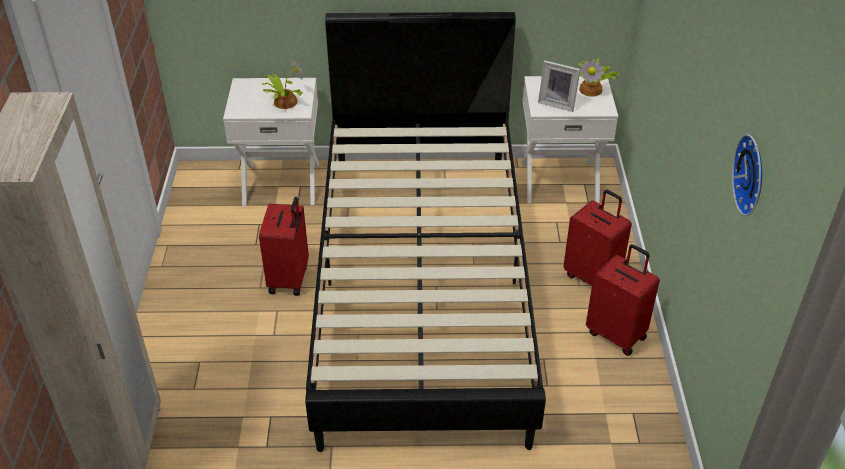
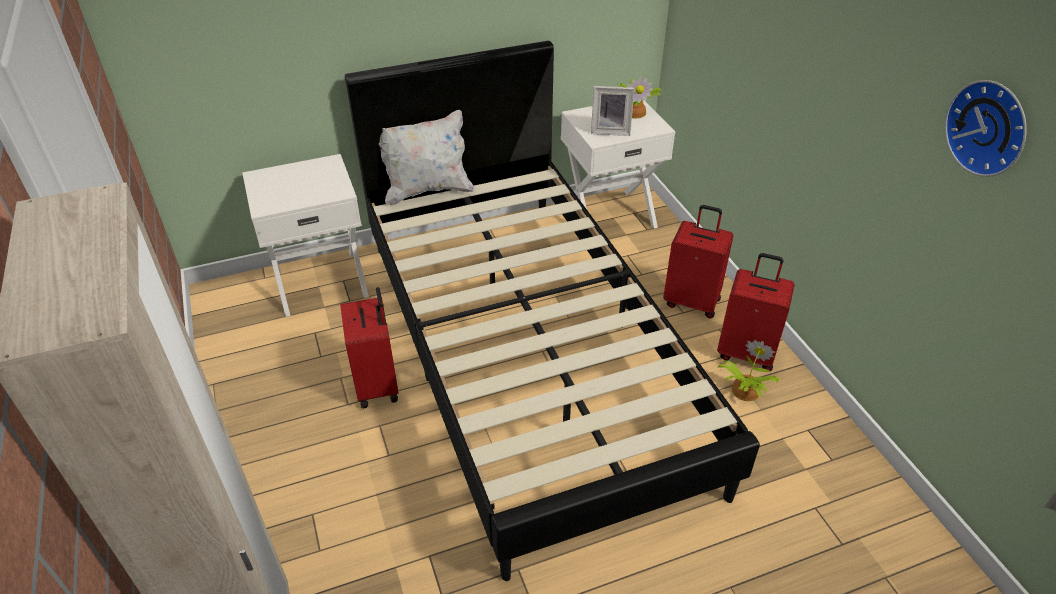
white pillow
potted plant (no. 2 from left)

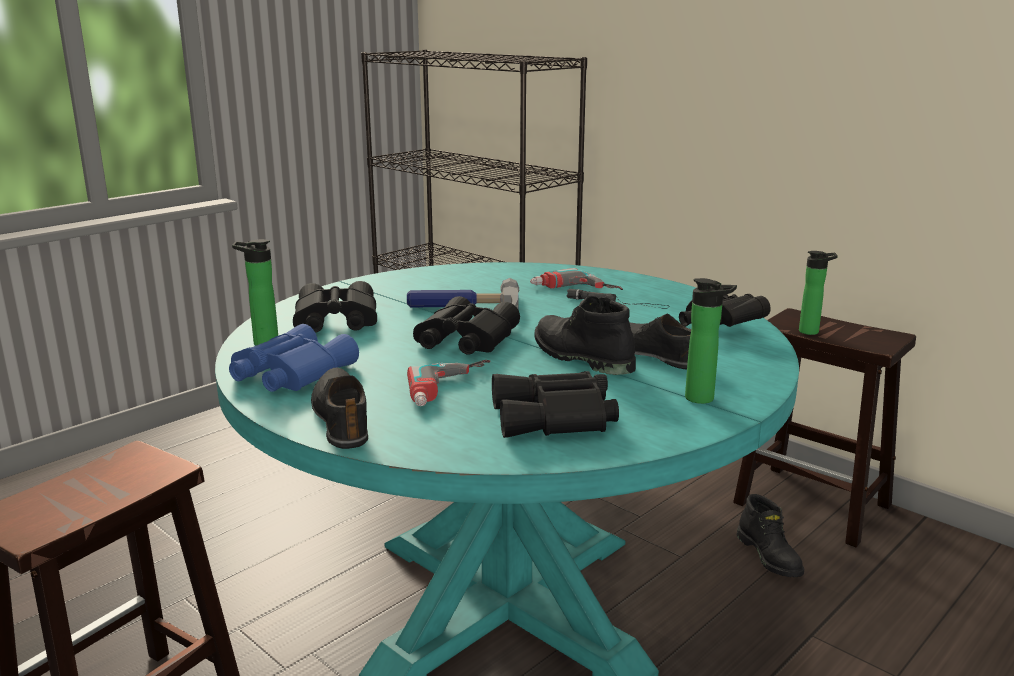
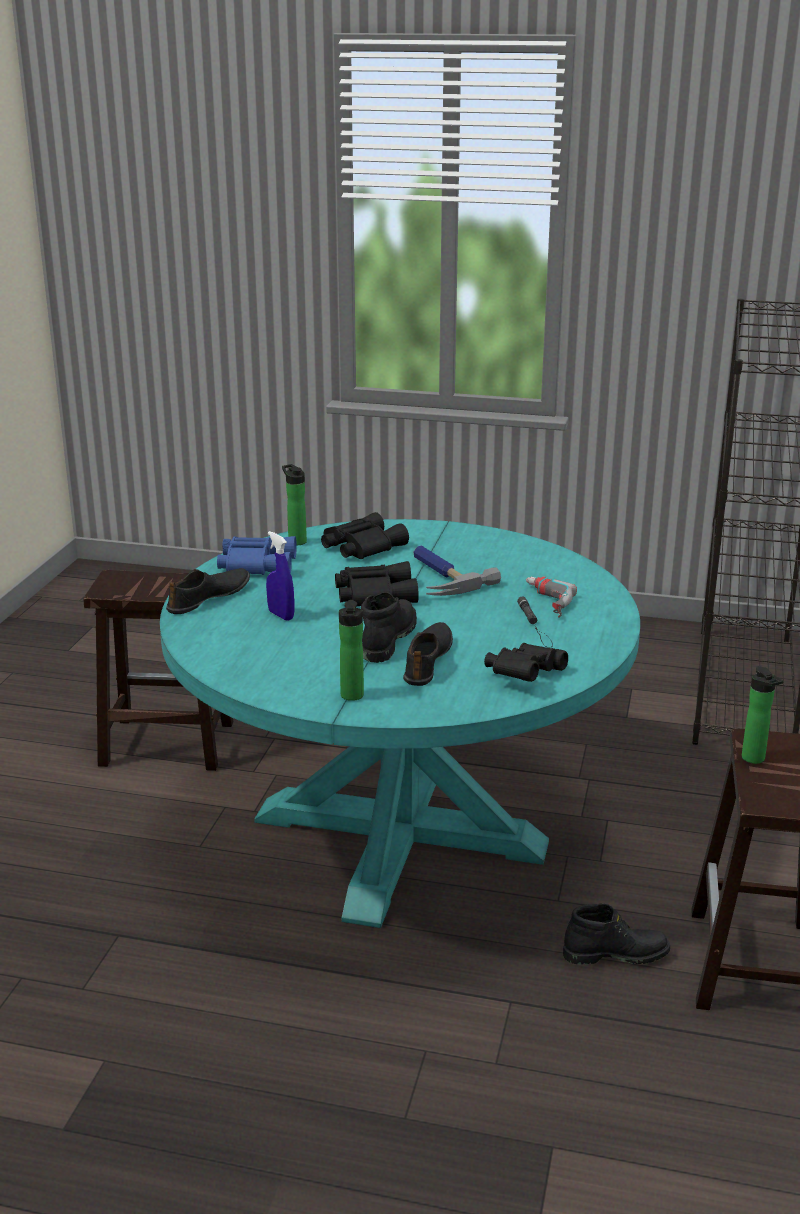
black binoculars (no. 3 from left in the first image)
blue spray bottle
black boot (no. 2 from left)

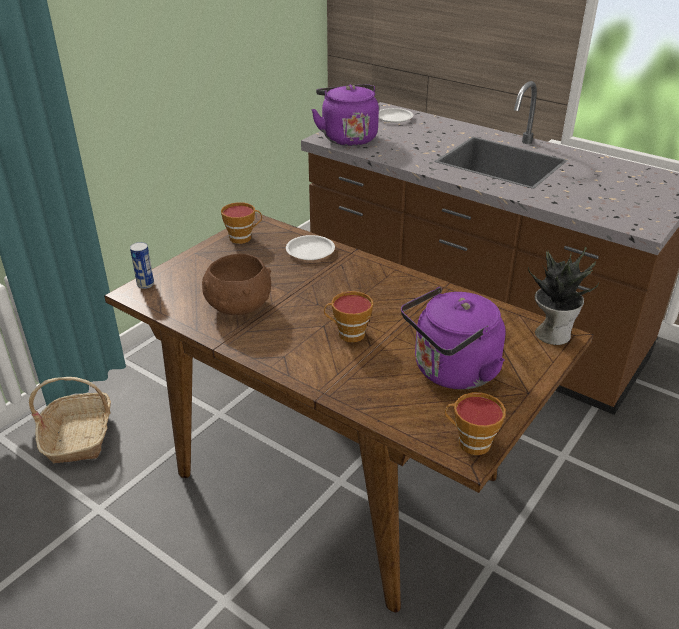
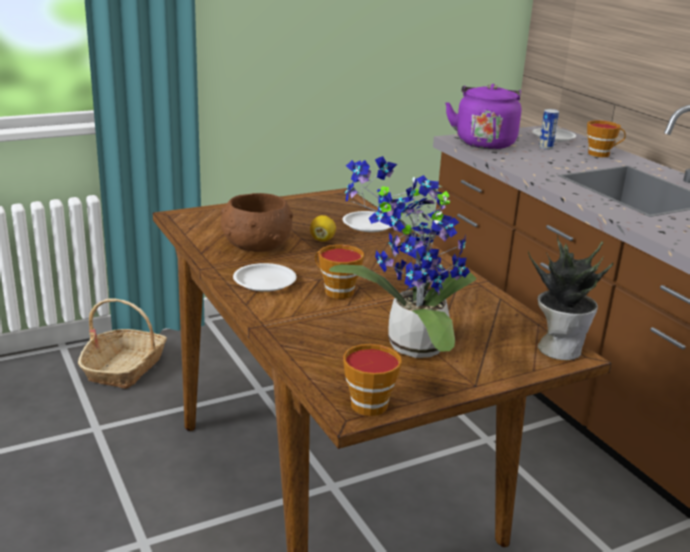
white plate (no. 1 from left)
lemon
can
cup (no. 3 from left)
potted plant (no. 1 from left)

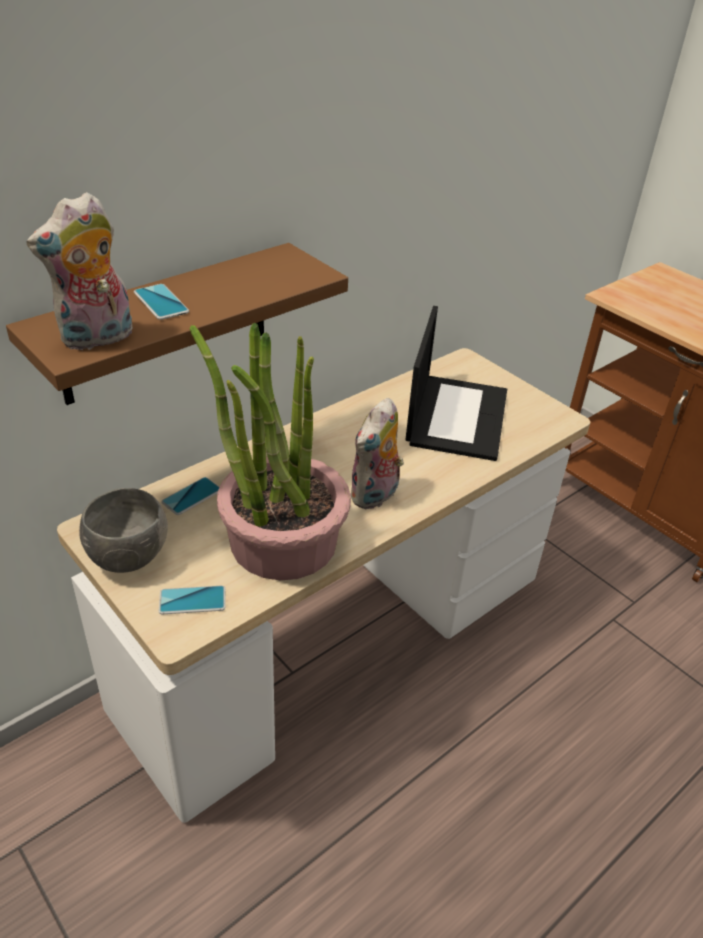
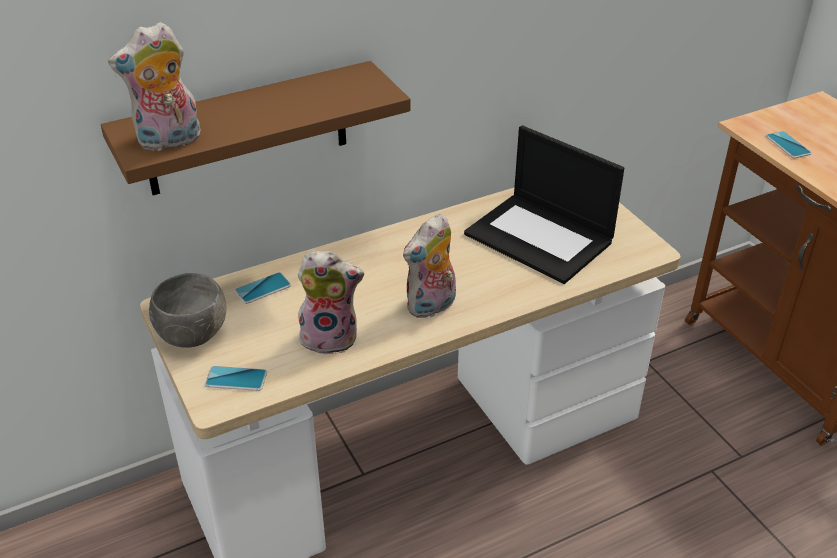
phone (no. 3 from left)
plush toy (no. 2 from left)
laptop

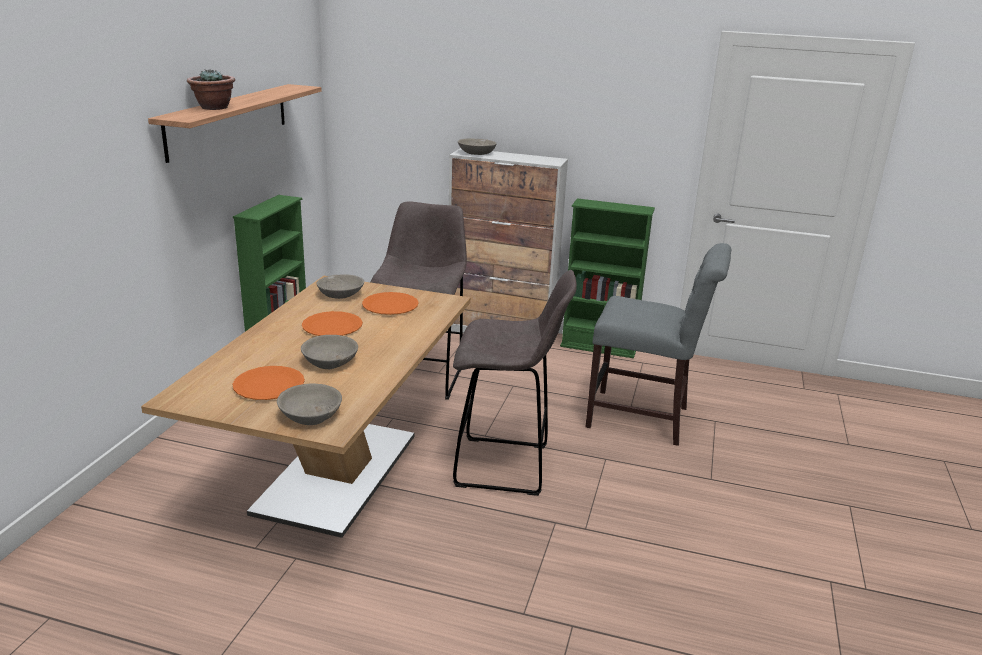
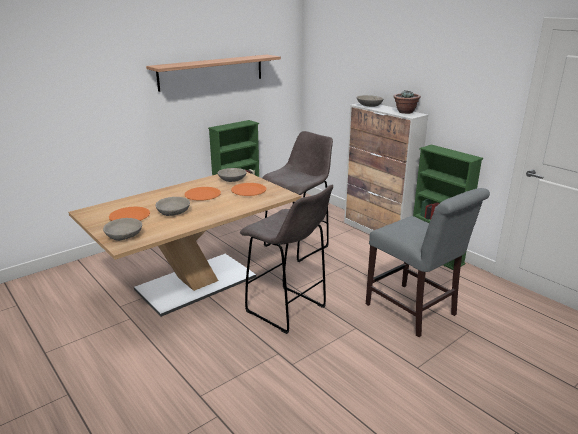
potted plant

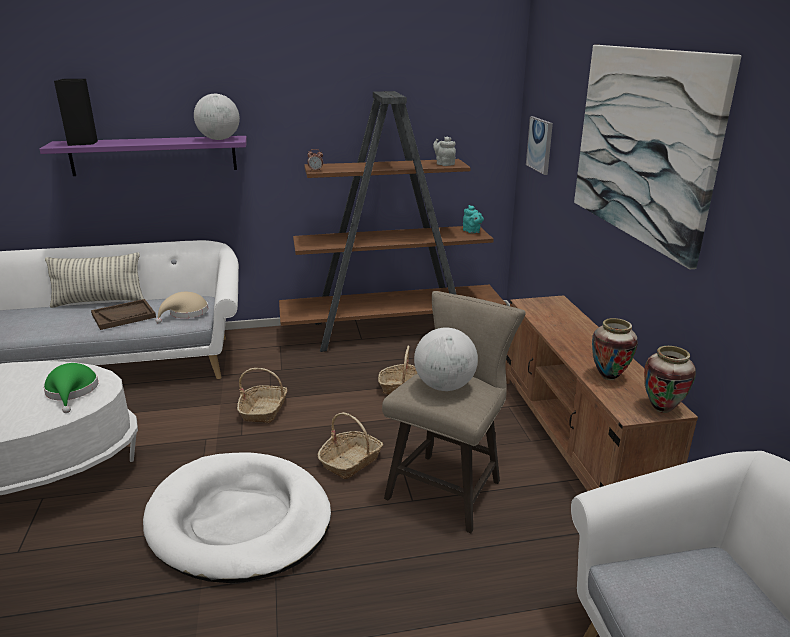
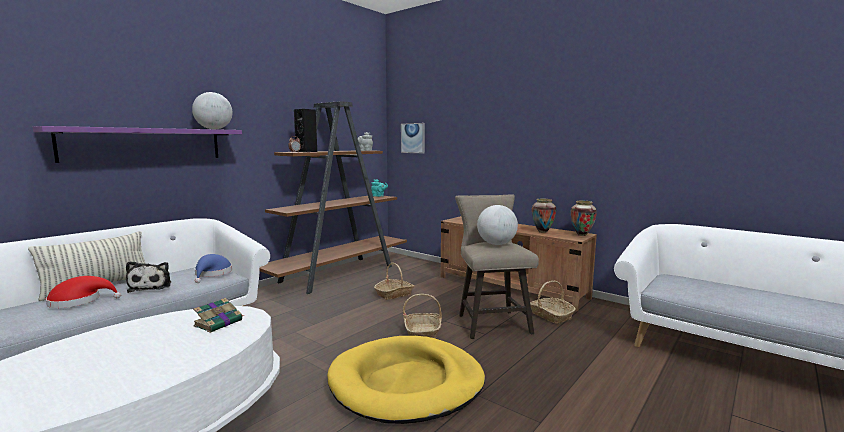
picture (no. 2 from left in the first image)
red hat
black speaker
basket (no. 3 from left)
book
plush toy
yellow dog bed
blue hat

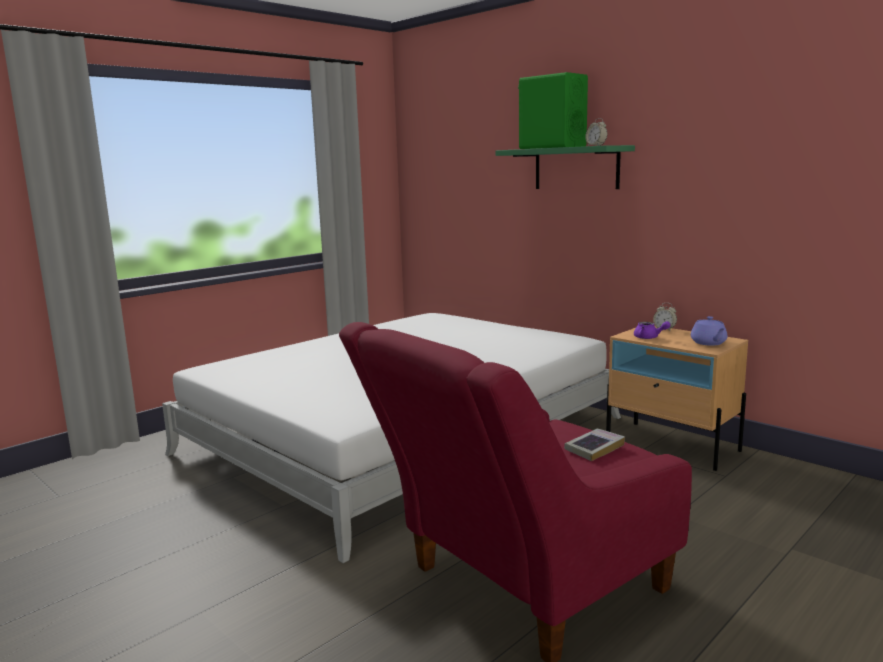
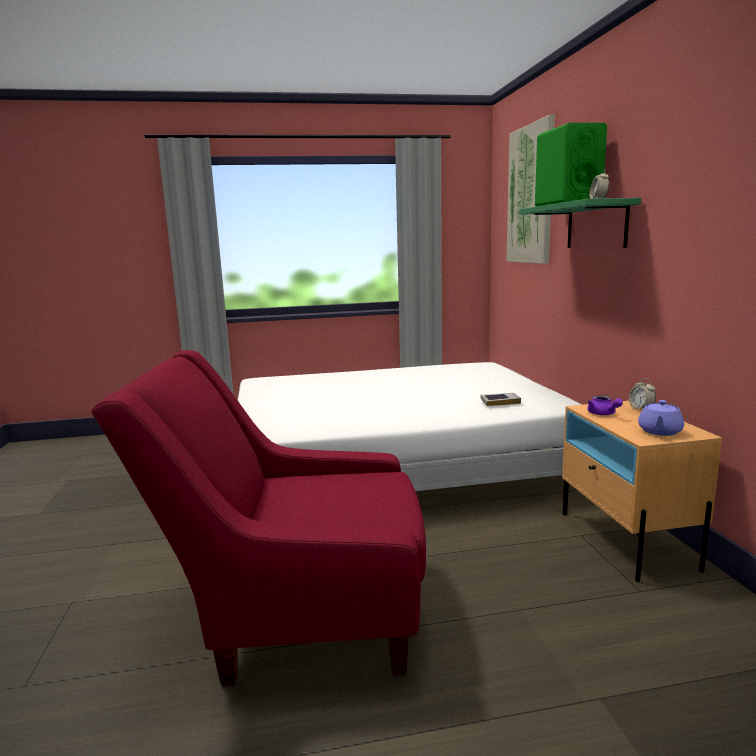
picture
book

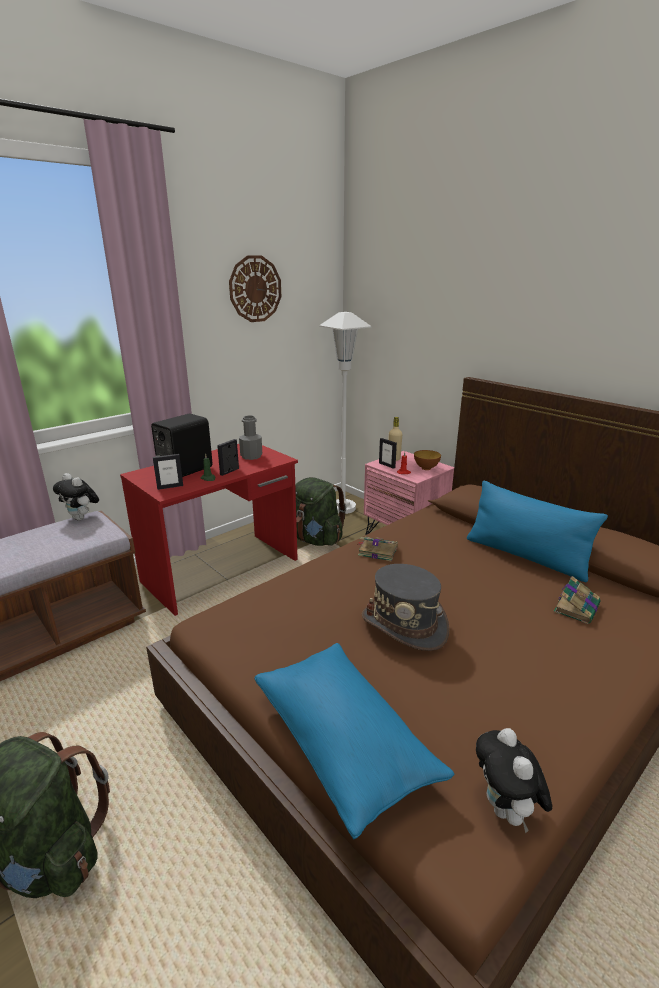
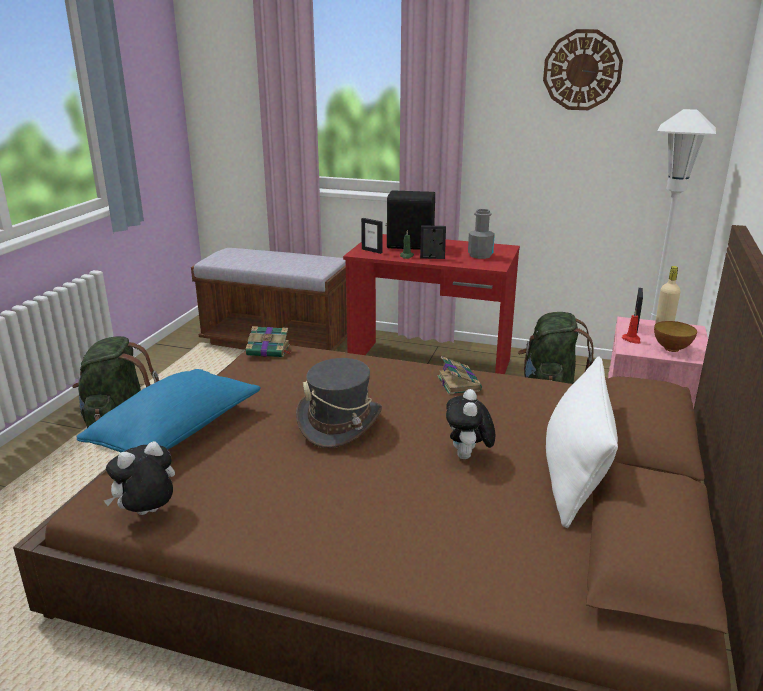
plush toy (no. 2 from left)
book (no. 1 from left)
white pillow

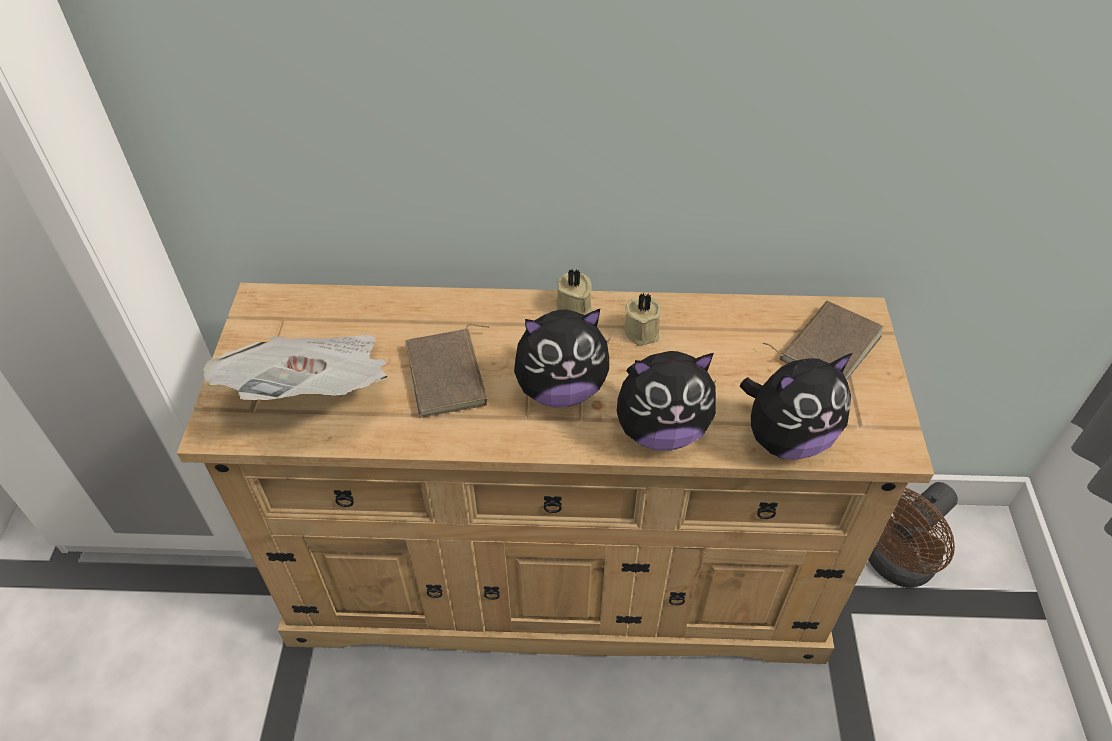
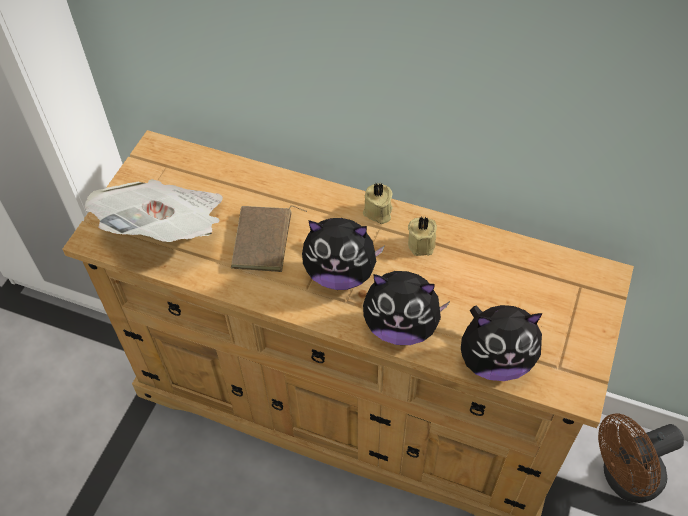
brown book (no. 2 from left in the first image)

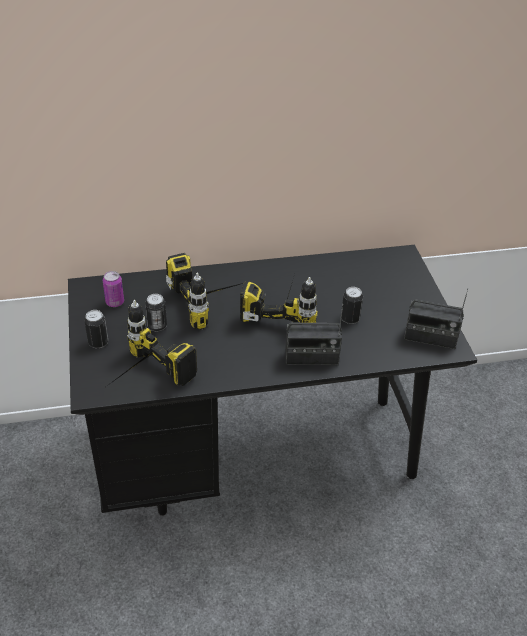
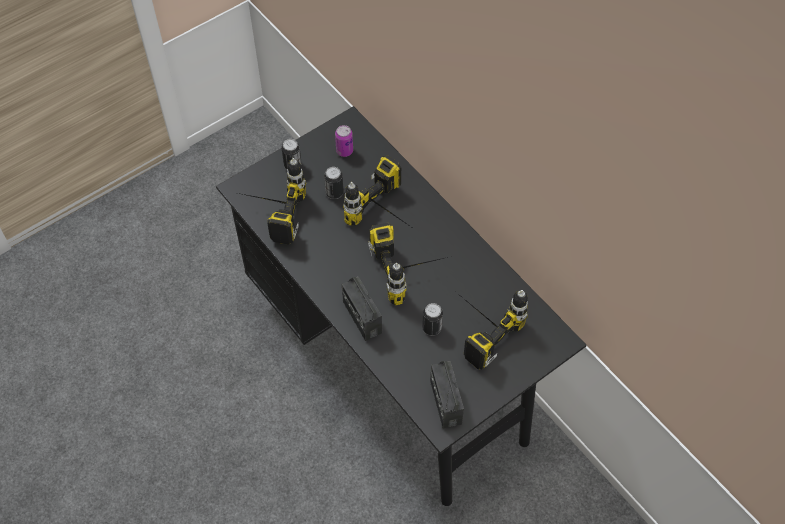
power drill (no. 4 from left)

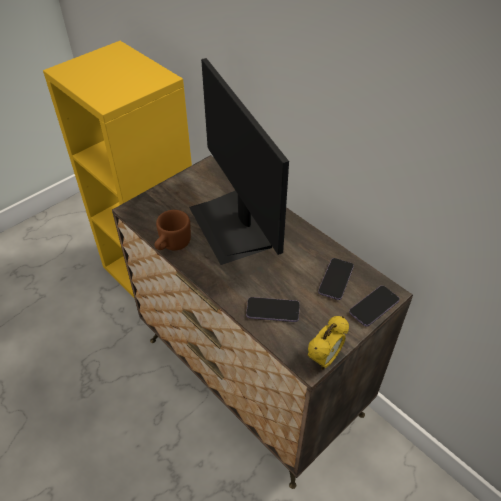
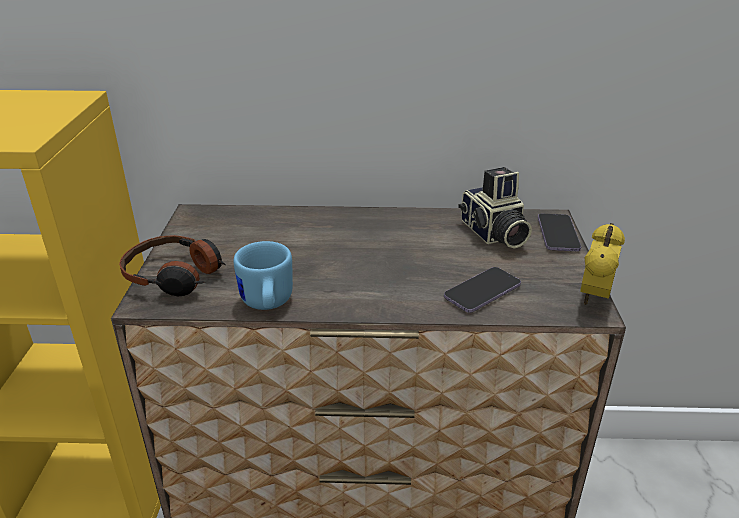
monitor
headphones
photo camera
blue mug
alarm clock

